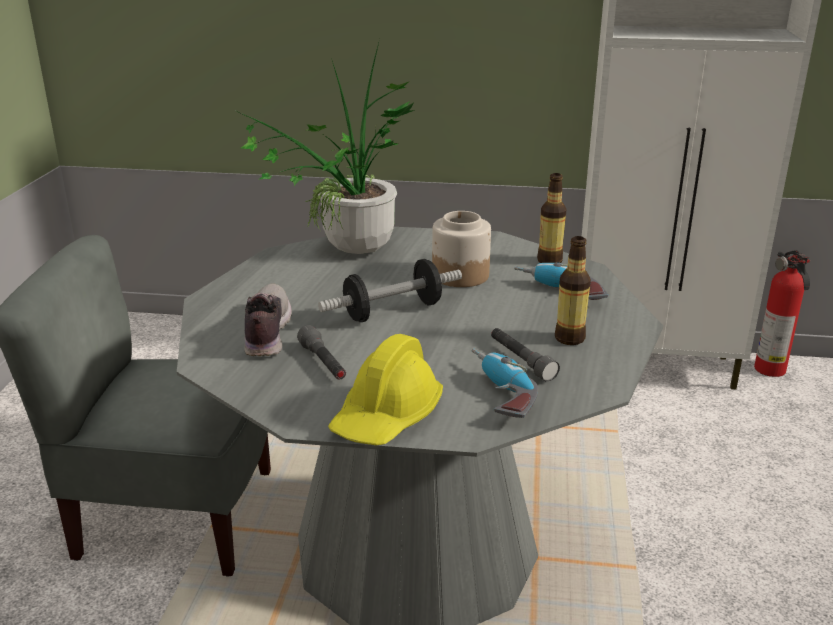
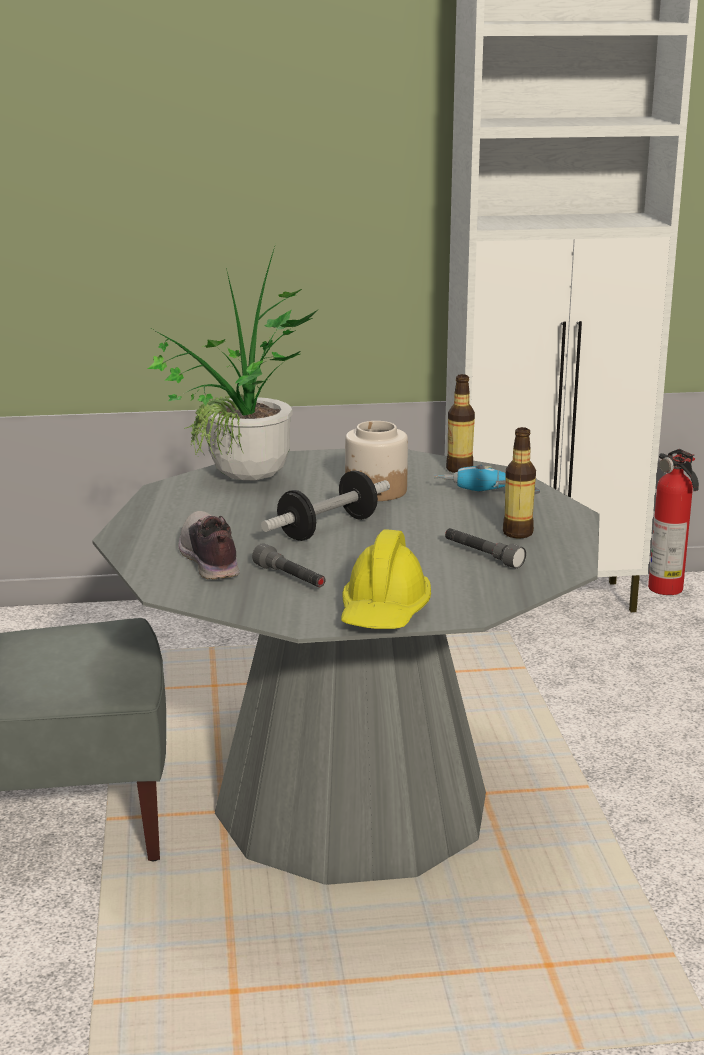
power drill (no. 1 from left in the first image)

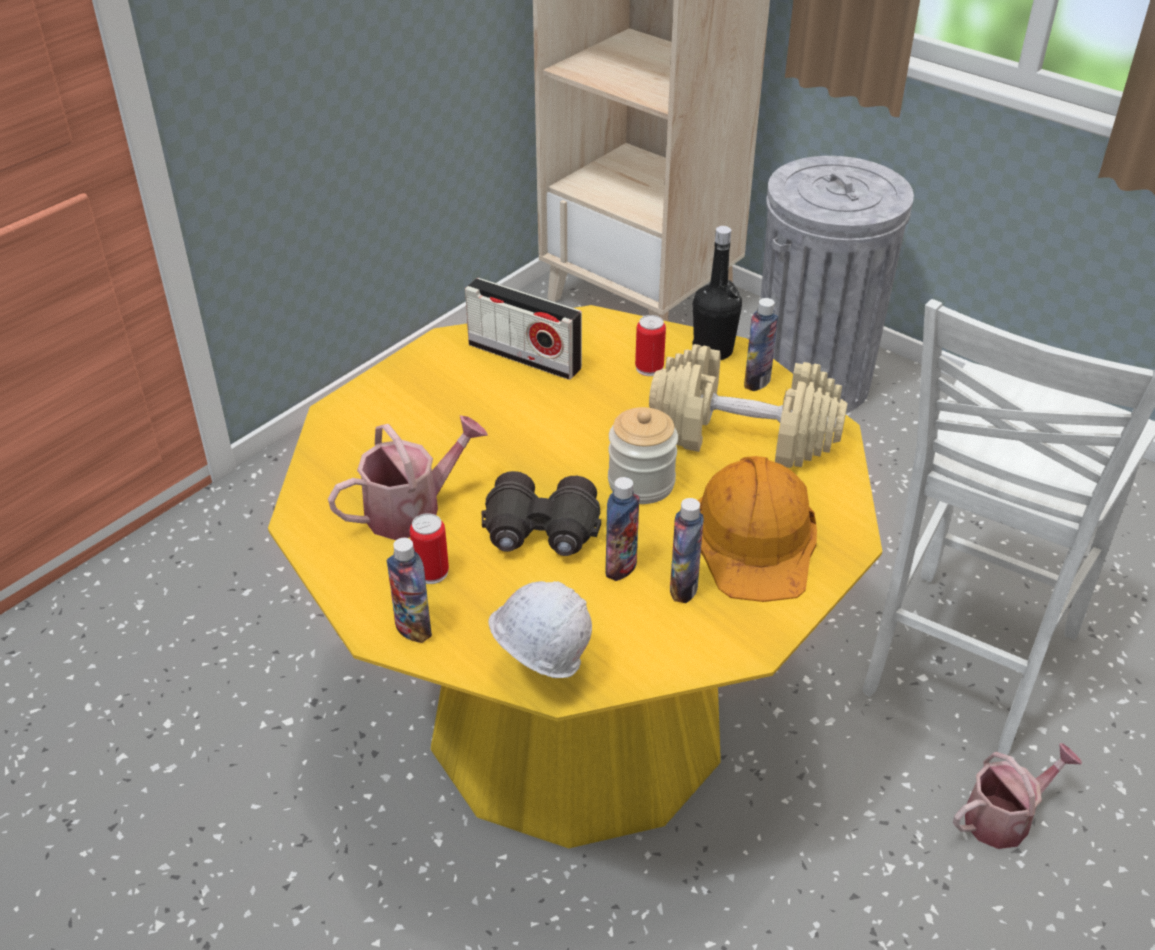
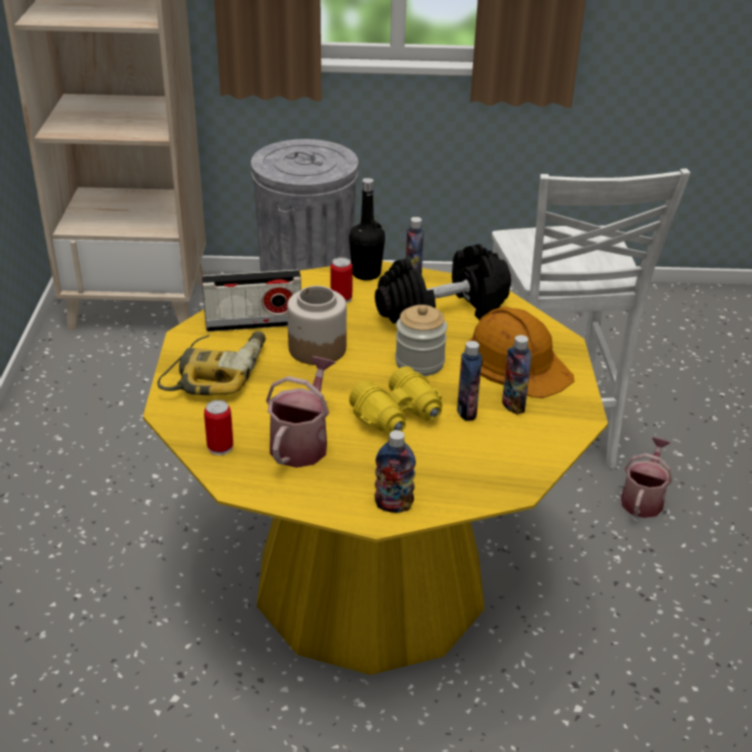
white hard hat
power drill
jar (no. 1 from left)
can (no. 1 from left)
yellow binoculars
black dumbbell

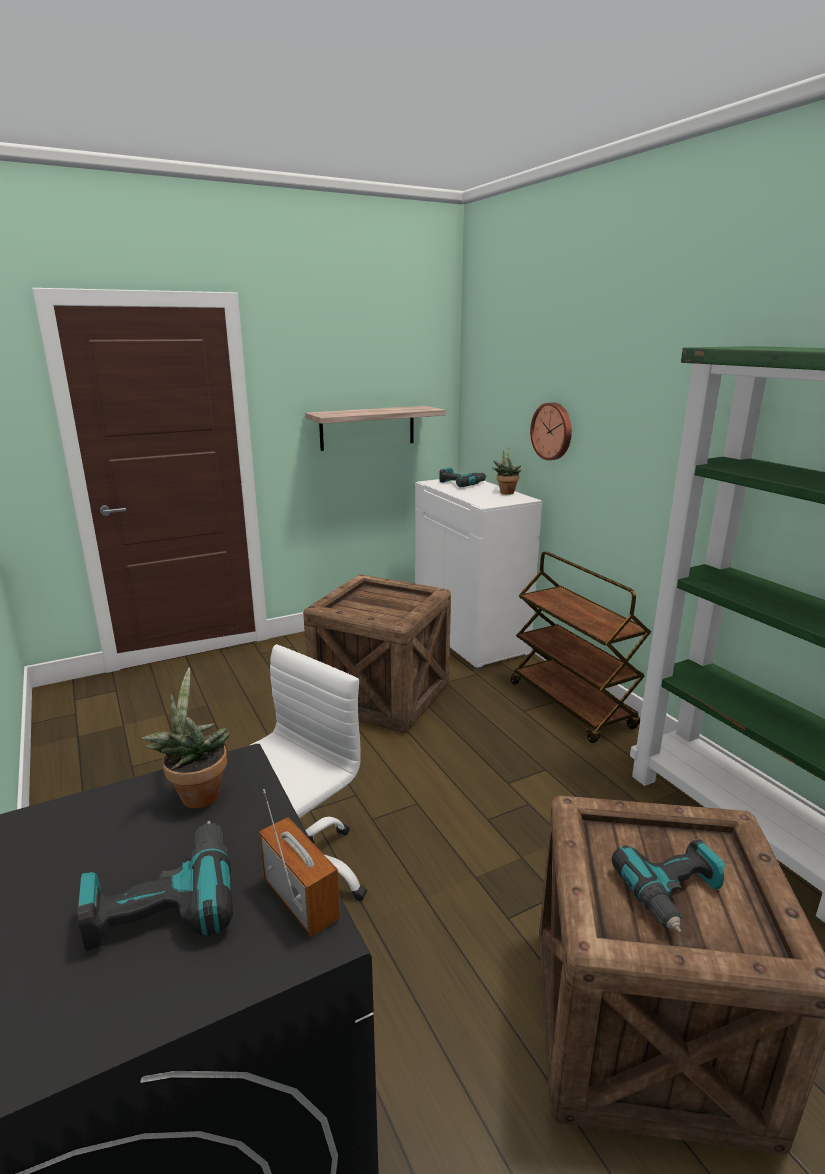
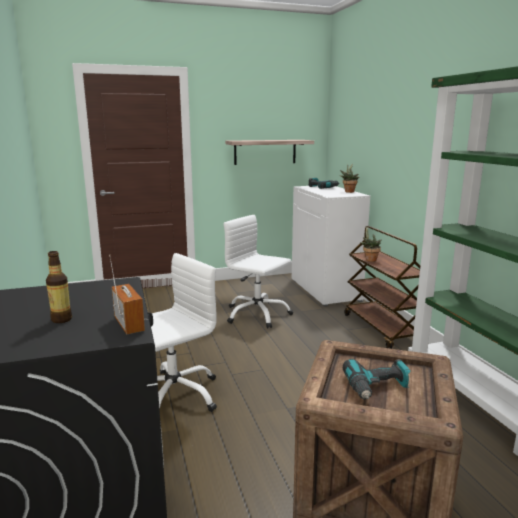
wall clock
potted plant (no. 2 from left)
bottle
white office chair (no. 2 from left)

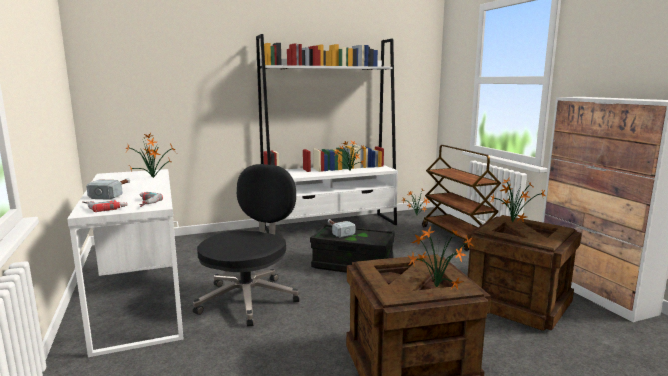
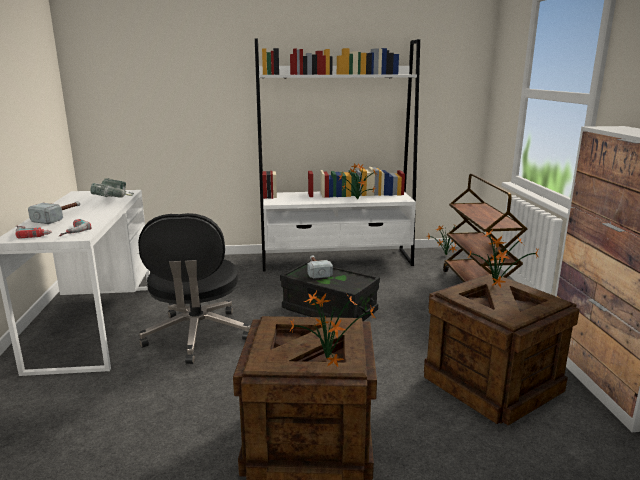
power drill (no. 3 from left)
black office chair

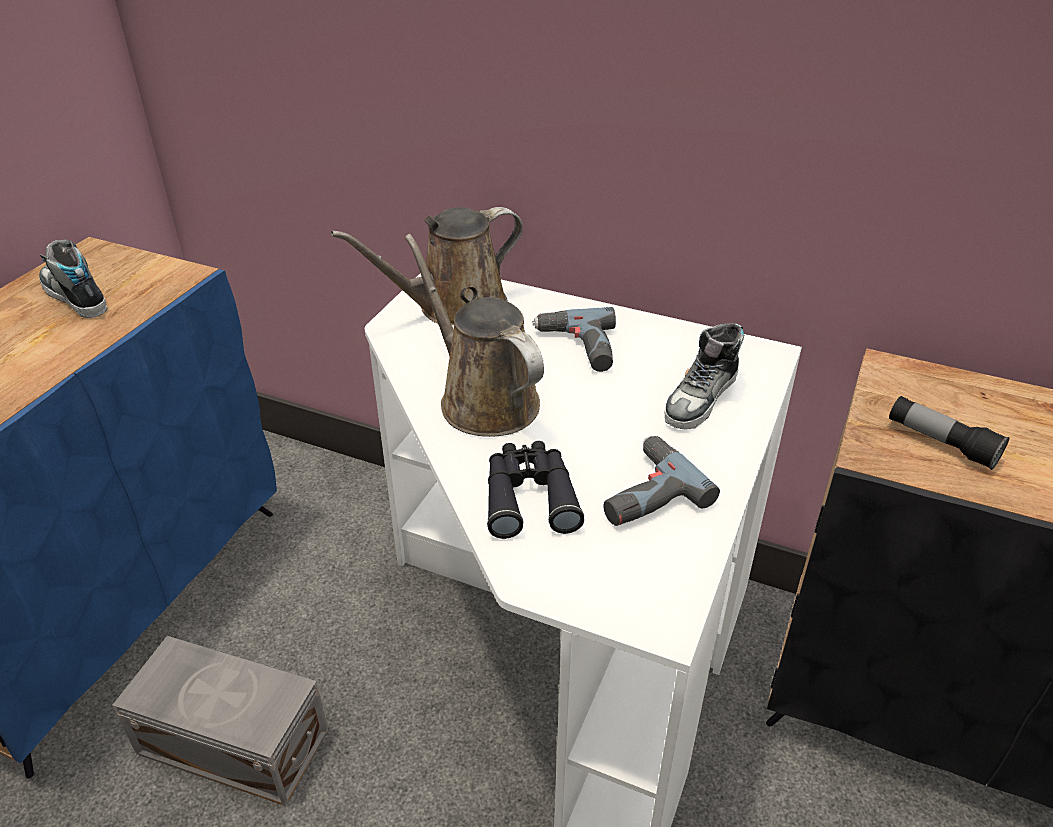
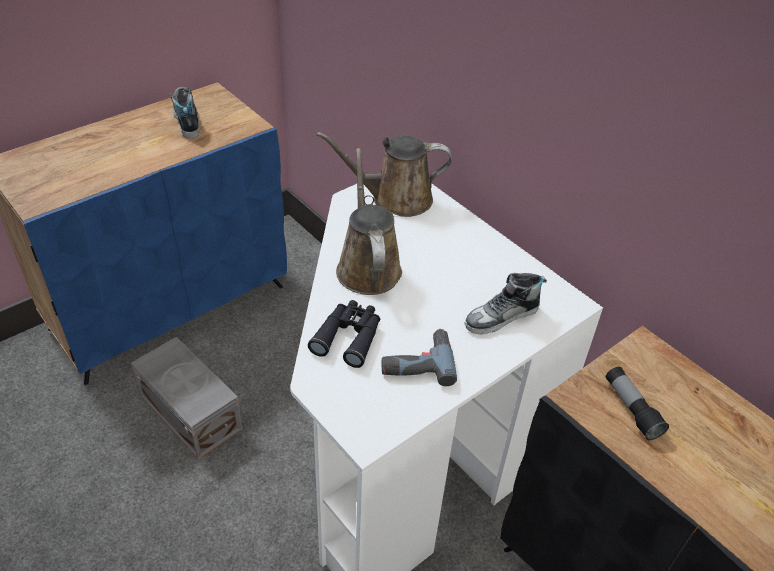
power drill (no. 1 from left in the first image)

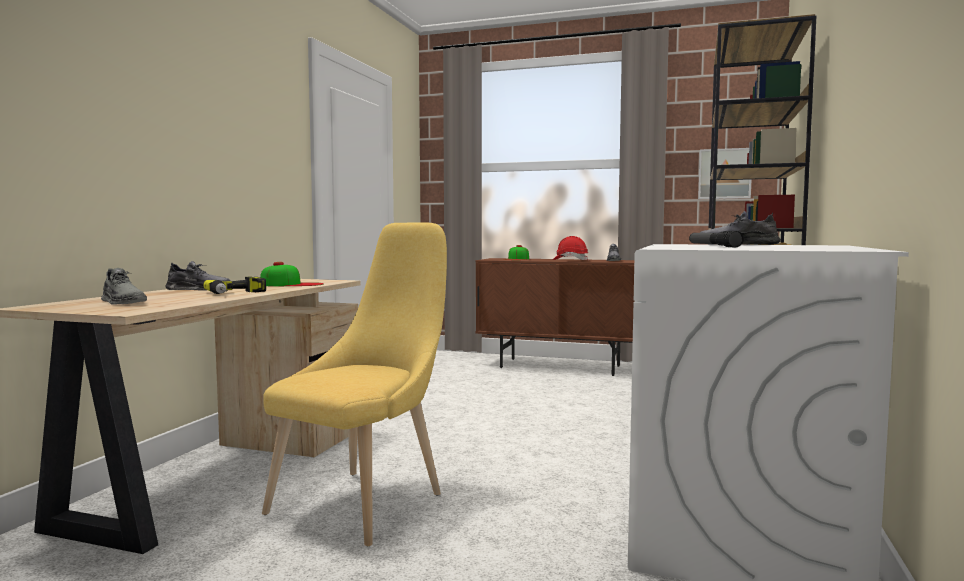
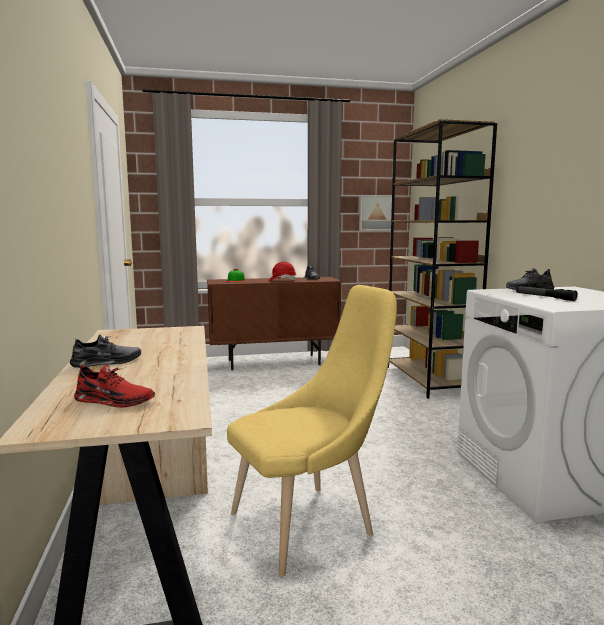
power drill
cap (no. 1 from left in the first image)
red shoe
yellow chair

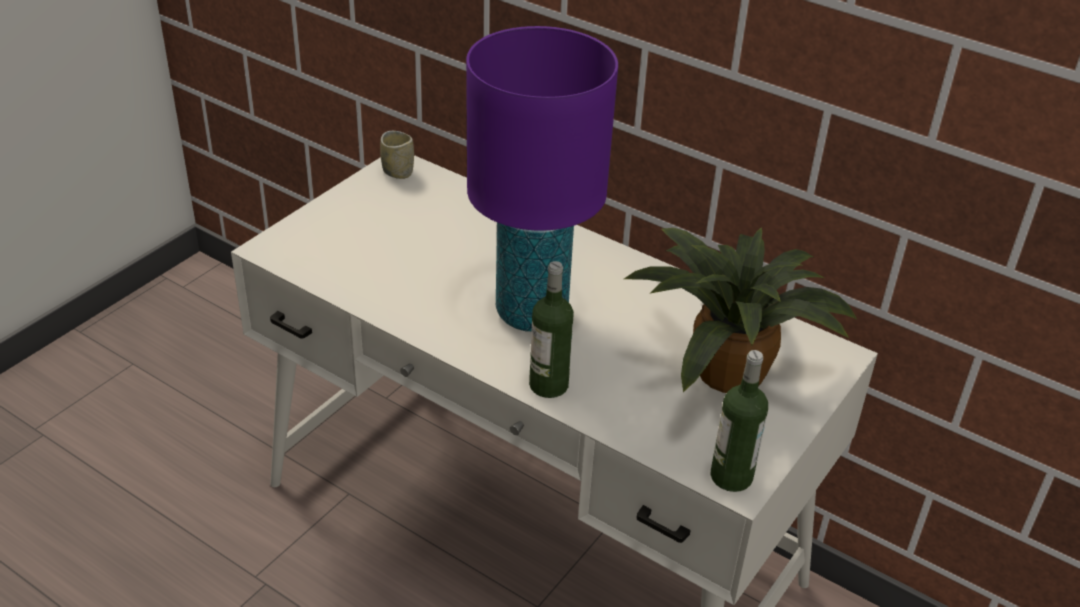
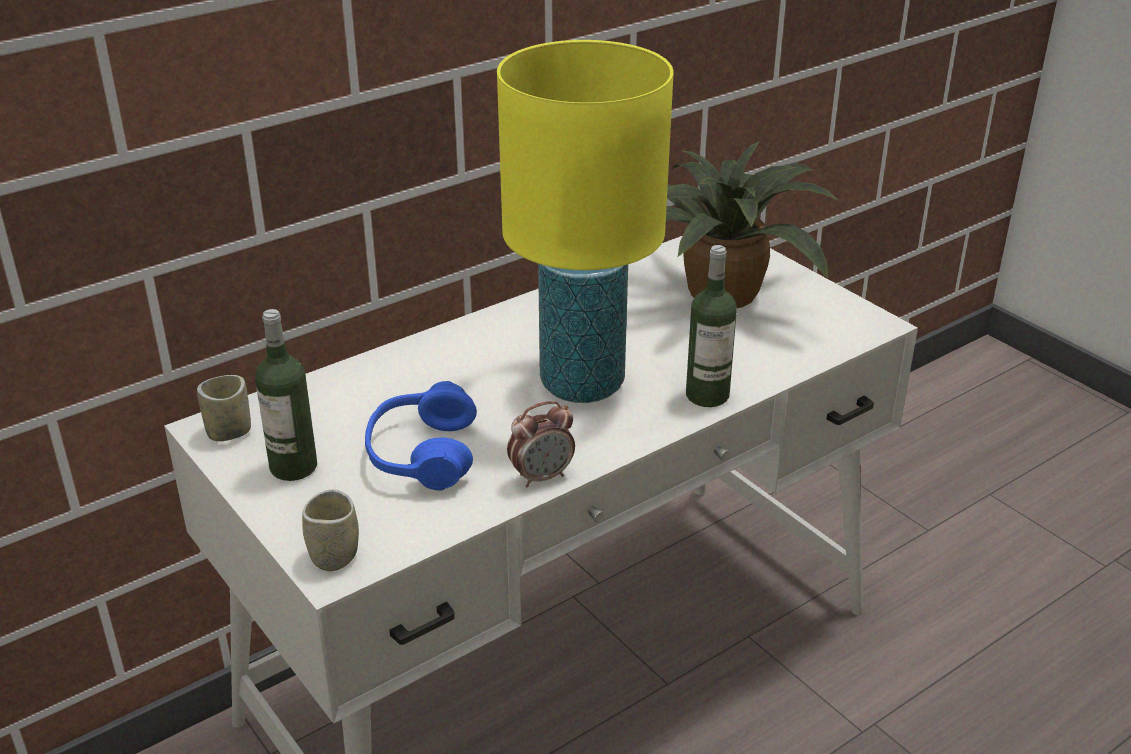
cup (no. 2 from left)
blue headphones
alarm clock
bottle (no. 1 from left)
yellow table lamp

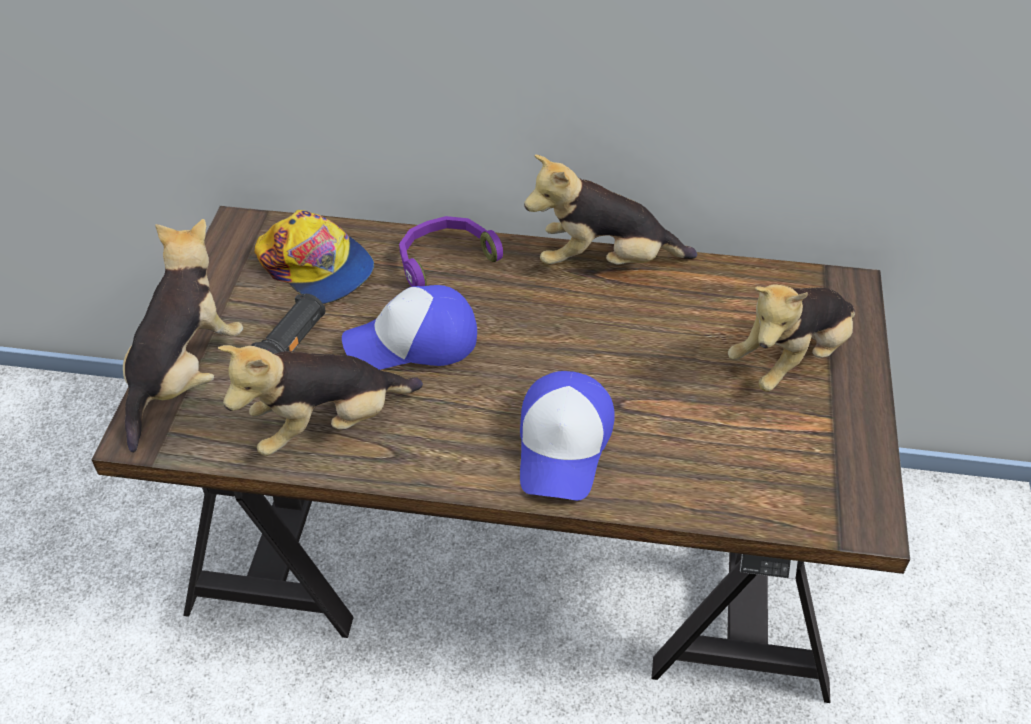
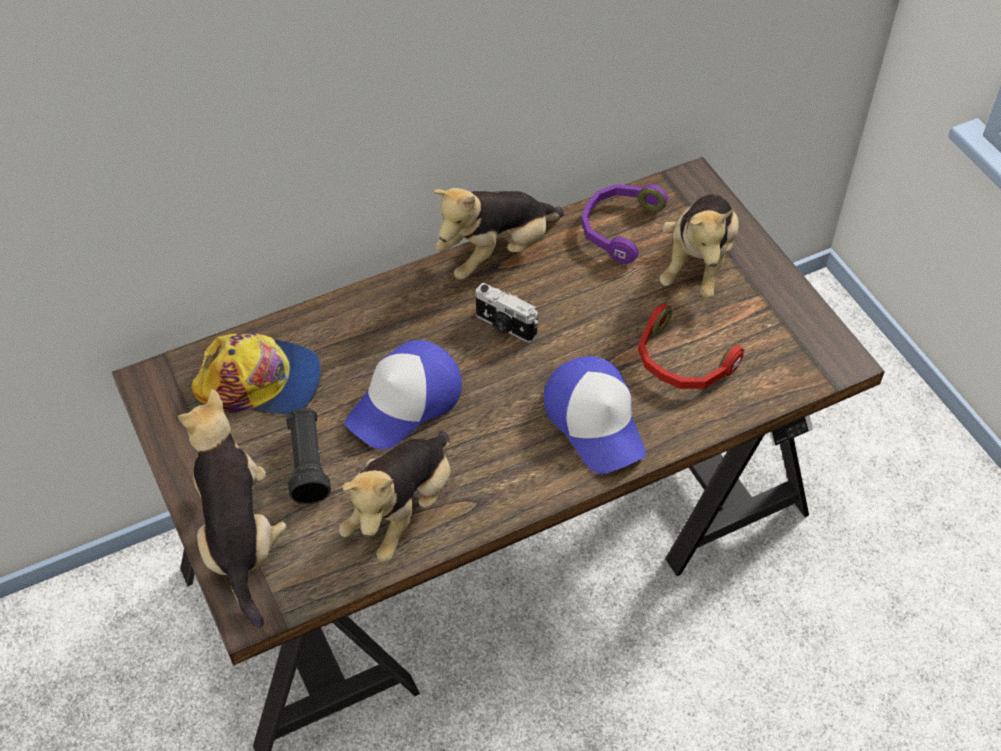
photo camera
red headphones
purple headphones

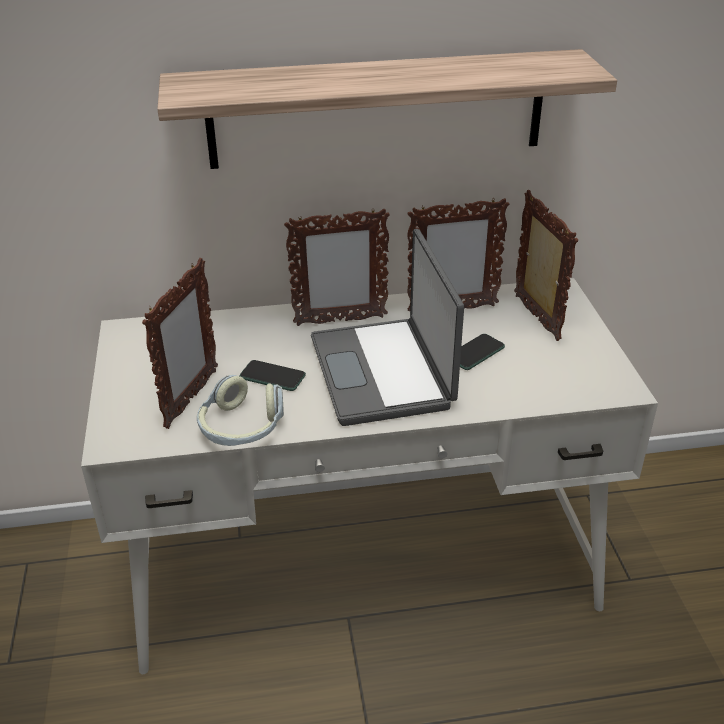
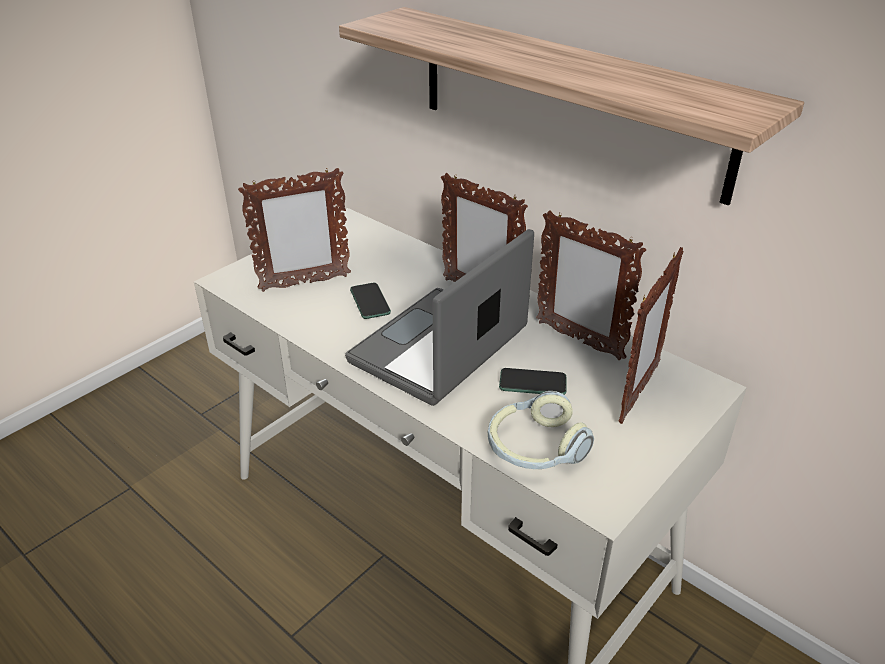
headphones

